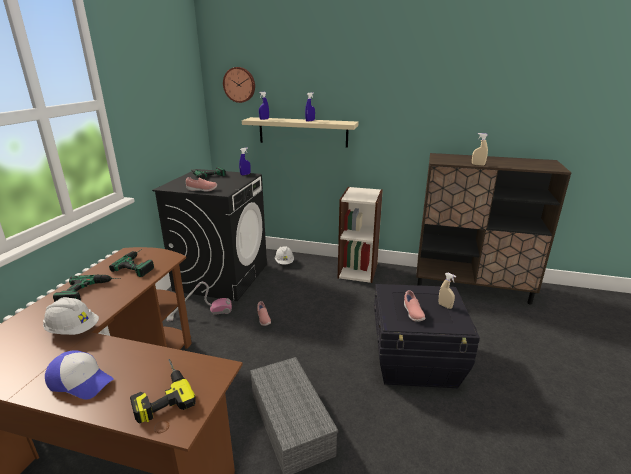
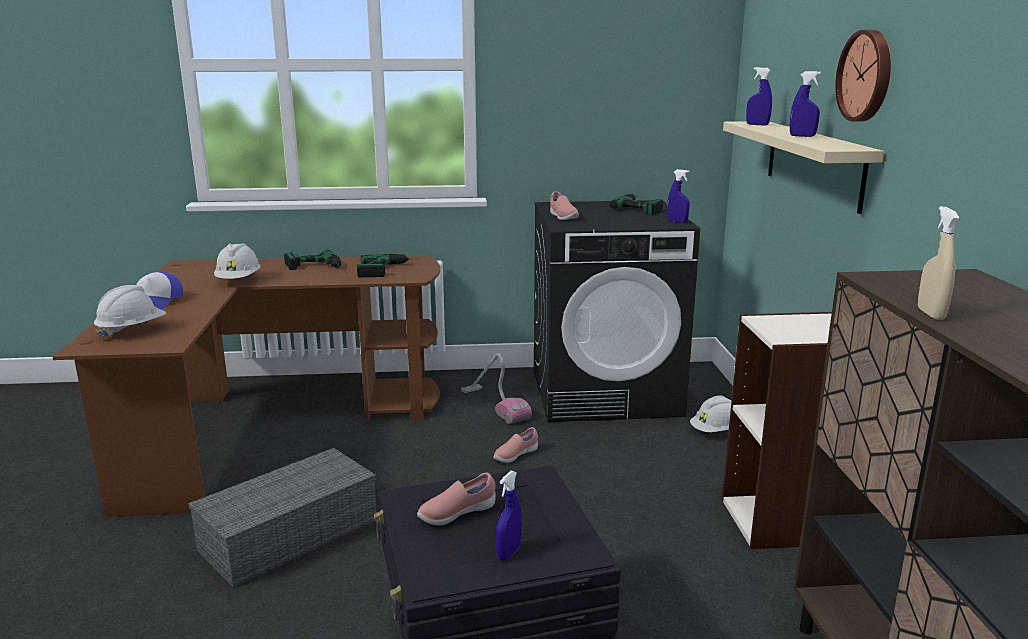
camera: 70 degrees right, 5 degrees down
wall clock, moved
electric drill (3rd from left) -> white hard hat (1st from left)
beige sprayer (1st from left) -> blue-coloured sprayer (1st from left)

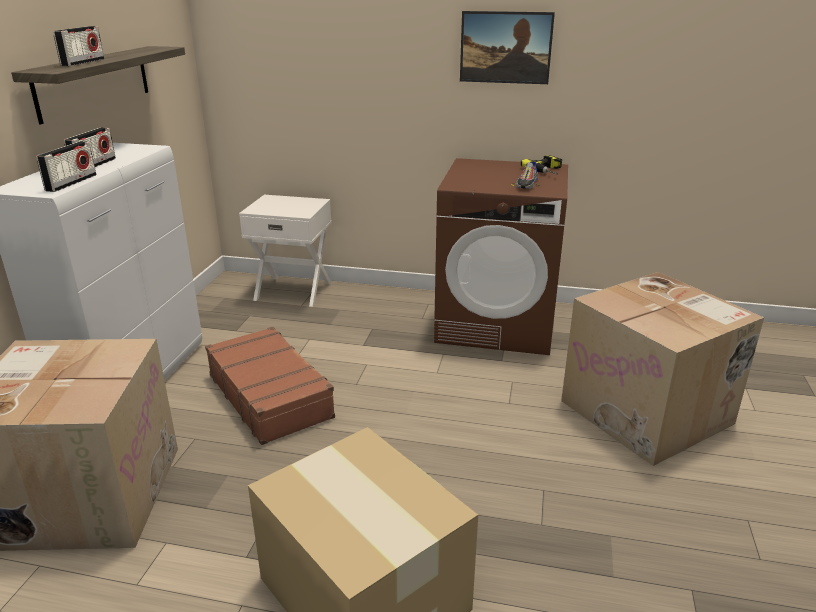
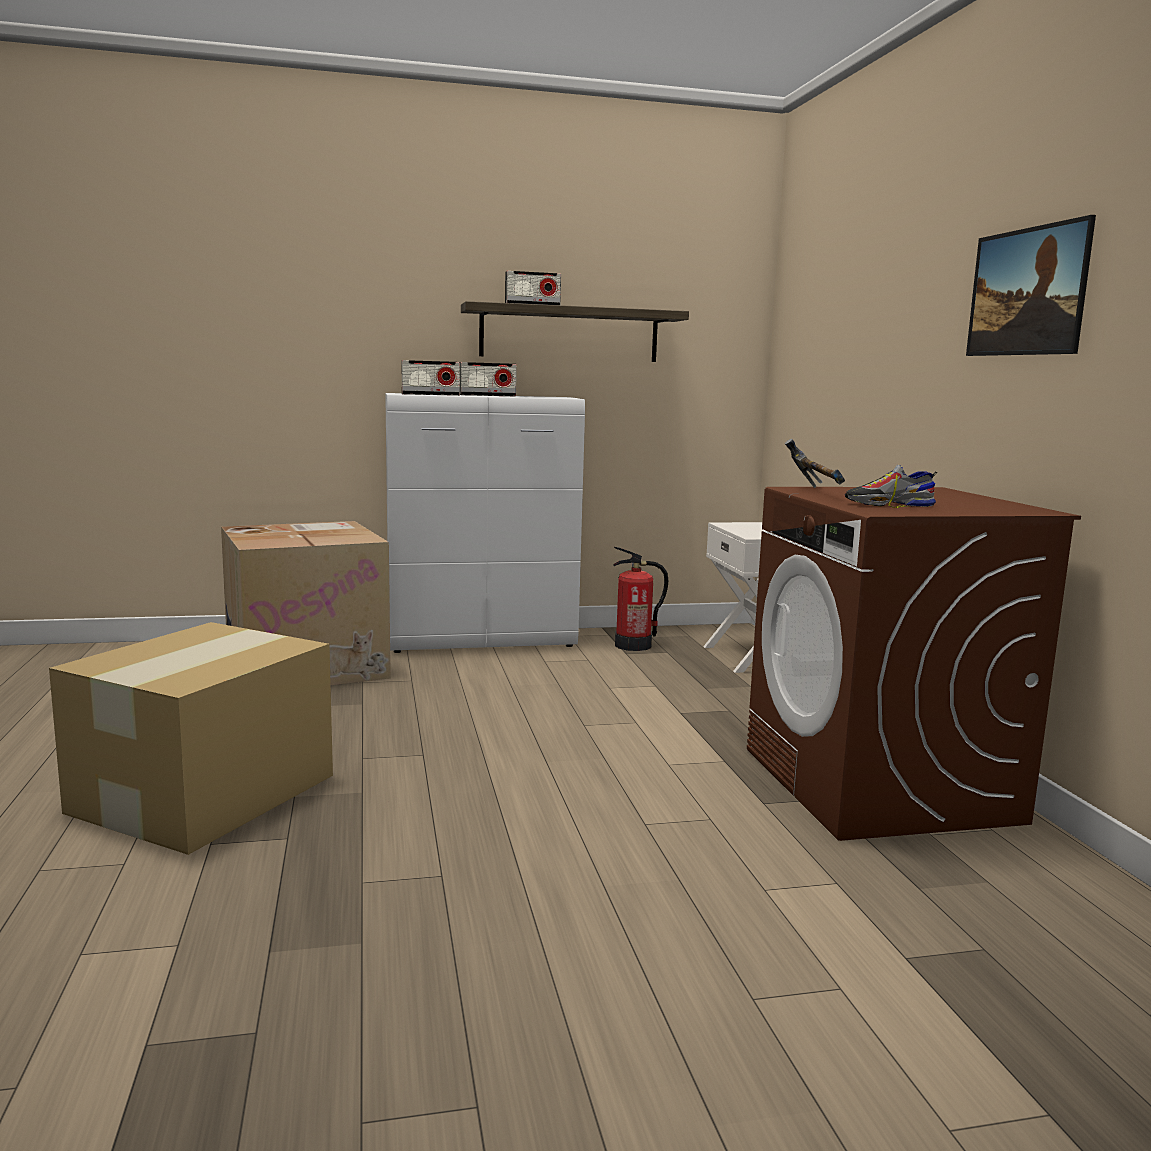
camera: 65 degrees right, 15 degrees down
brown-coloured suitcase -> none
electric drill -> none
carton (3rd from left) -> none
none -> fire-fighting cylinder
none -> hammer

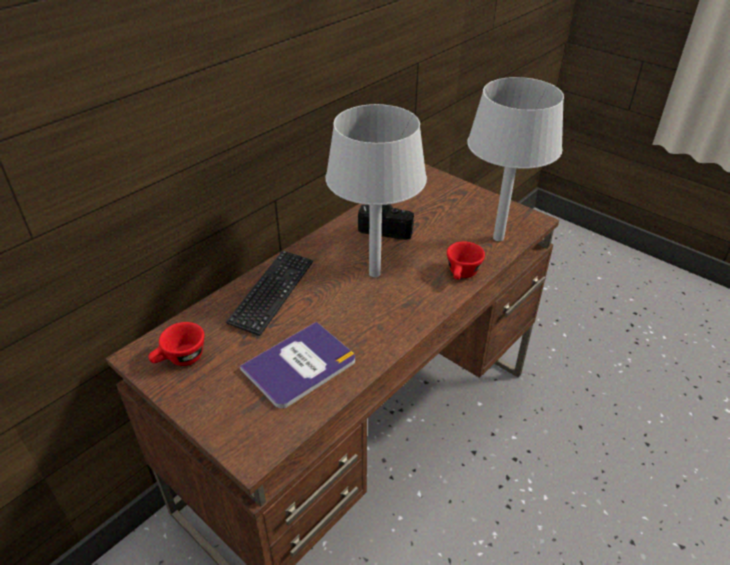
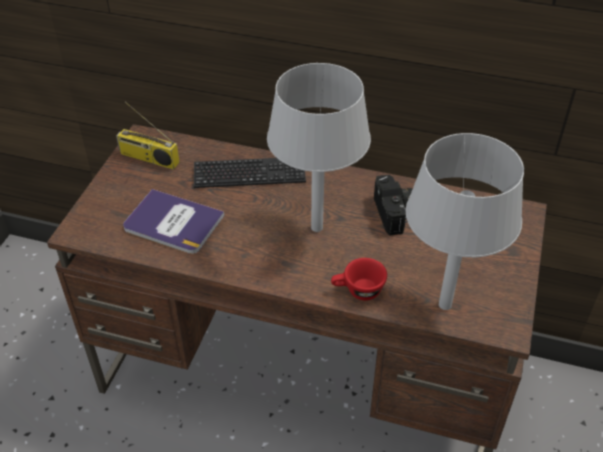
camera: 65 degrees right, 5 degrees up
red small cup (1st from left) -> radio set

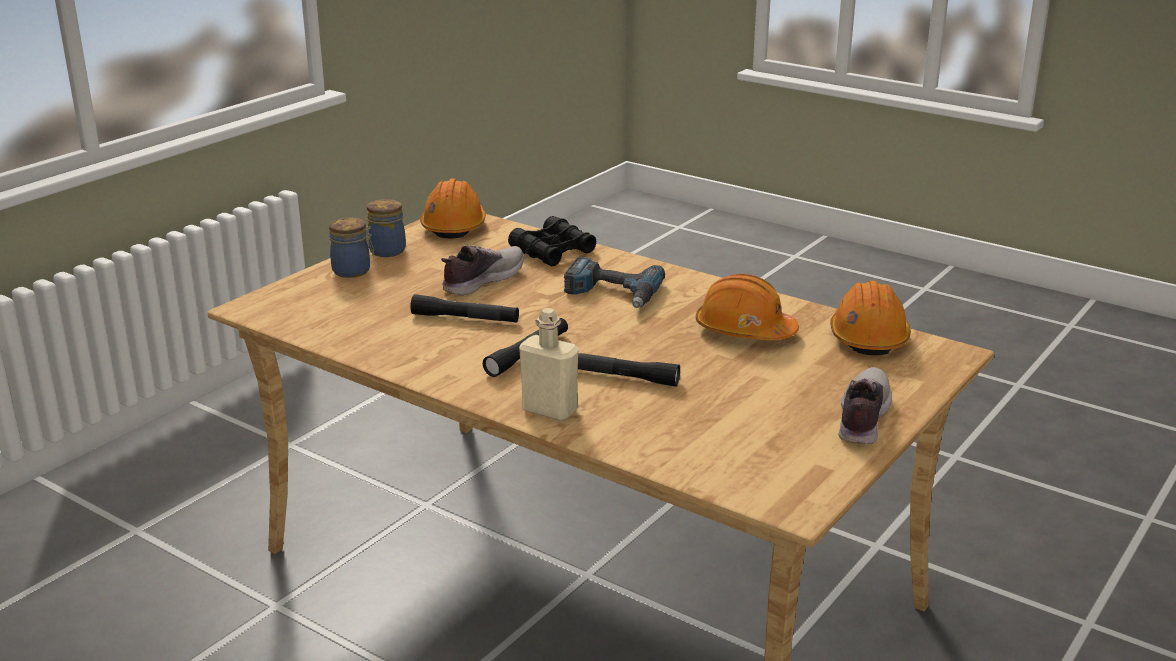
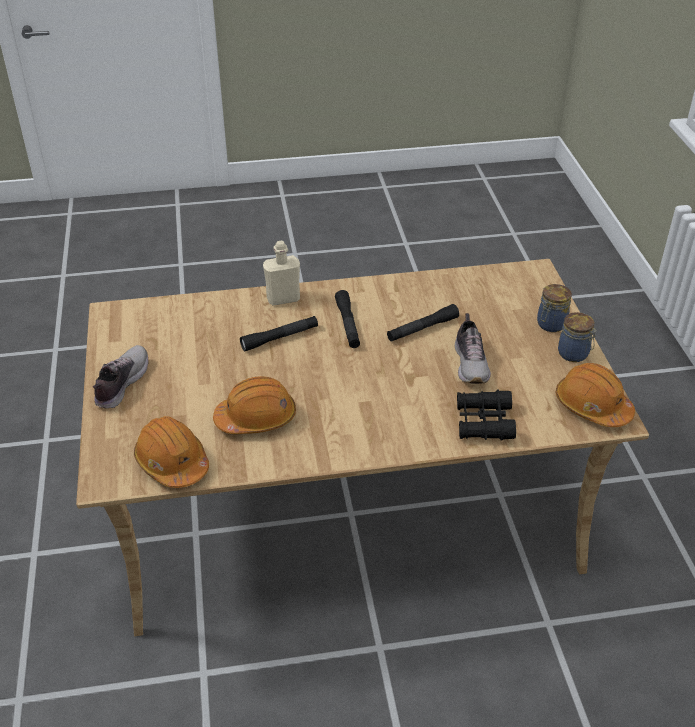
camera: 135 degrees right, 15 degrees up
electric drill -> none
shoe (2nd from left in the first image) -> shoe (1st from left), 135 degrees counterclockwise

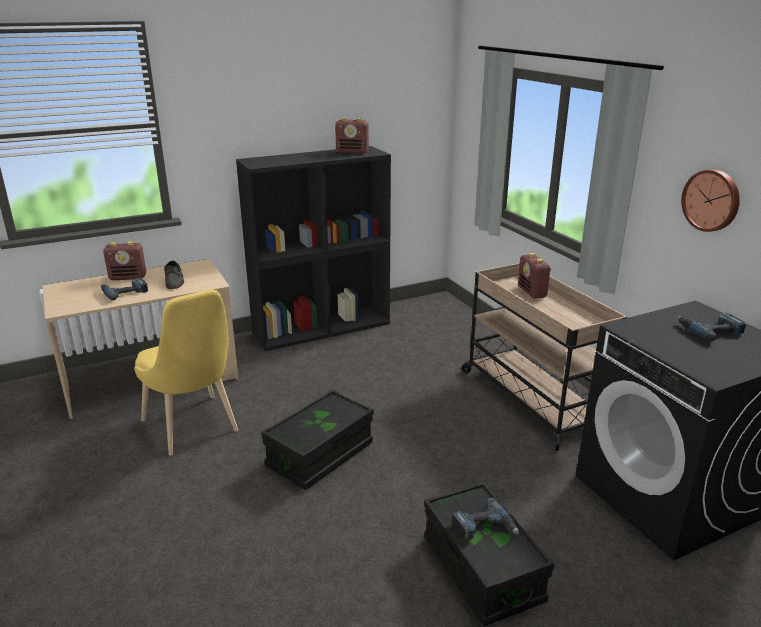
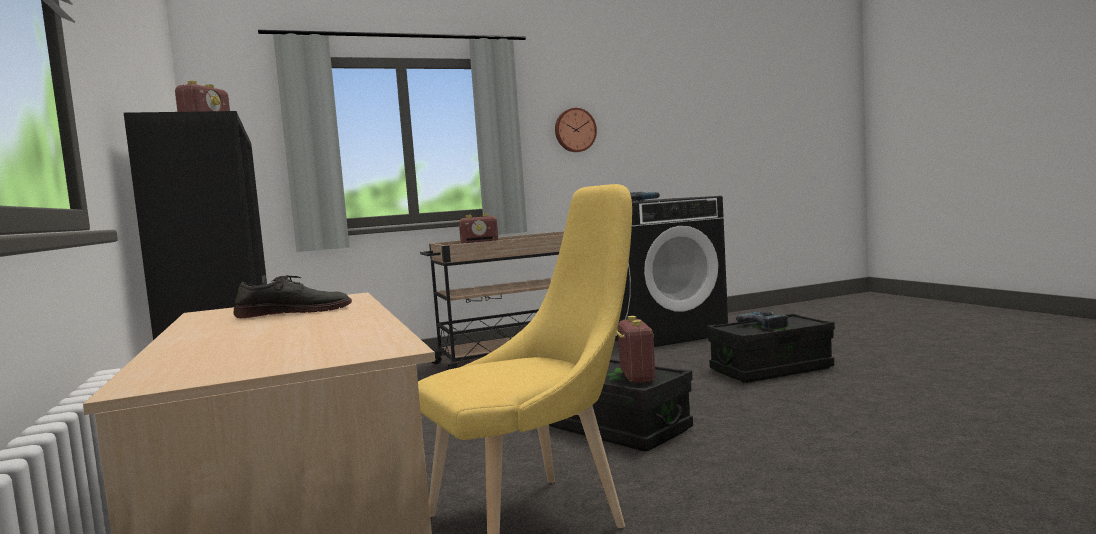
camera: 85 degrees left, 20 degrees down
electric drill (1st from left) -> none
radio set (1st from left in the first image) -> radio set (3rd from left), moved

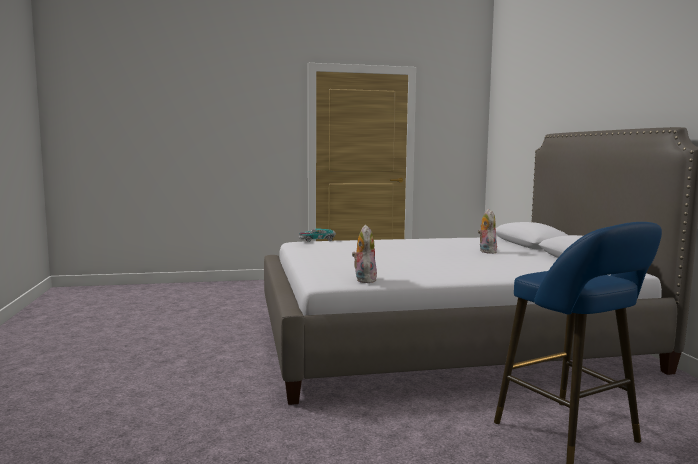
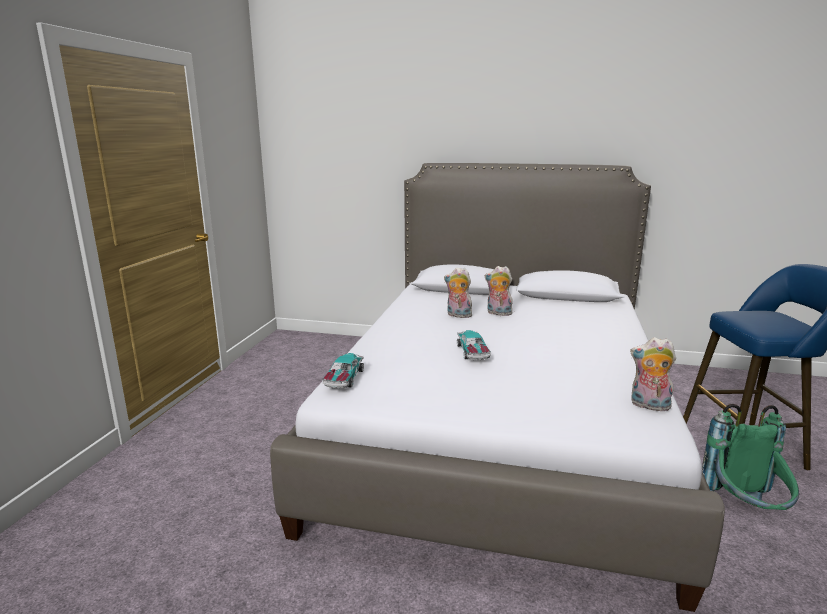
camera: 65 degrees left, 10 degrees up
none -> cuddly toy (1st from left)
none -> miniature car (2nd from left)
none -> green rucksack

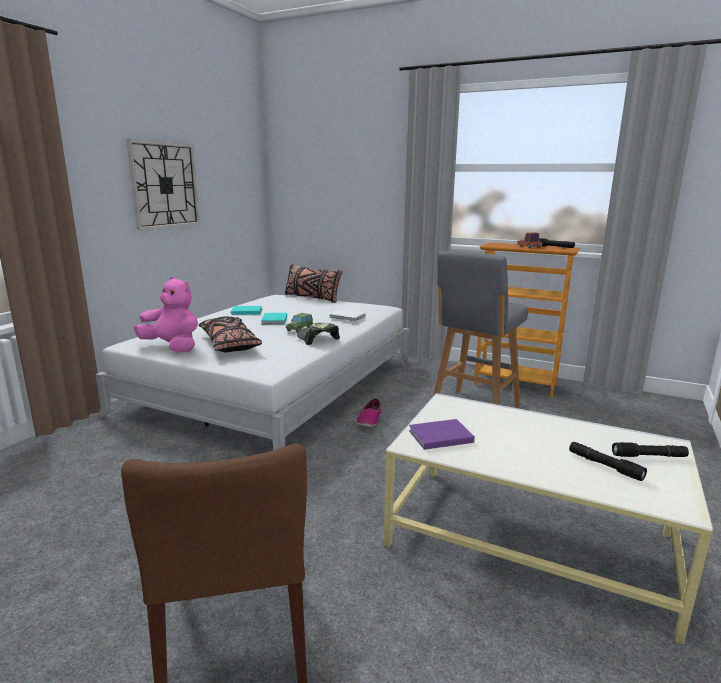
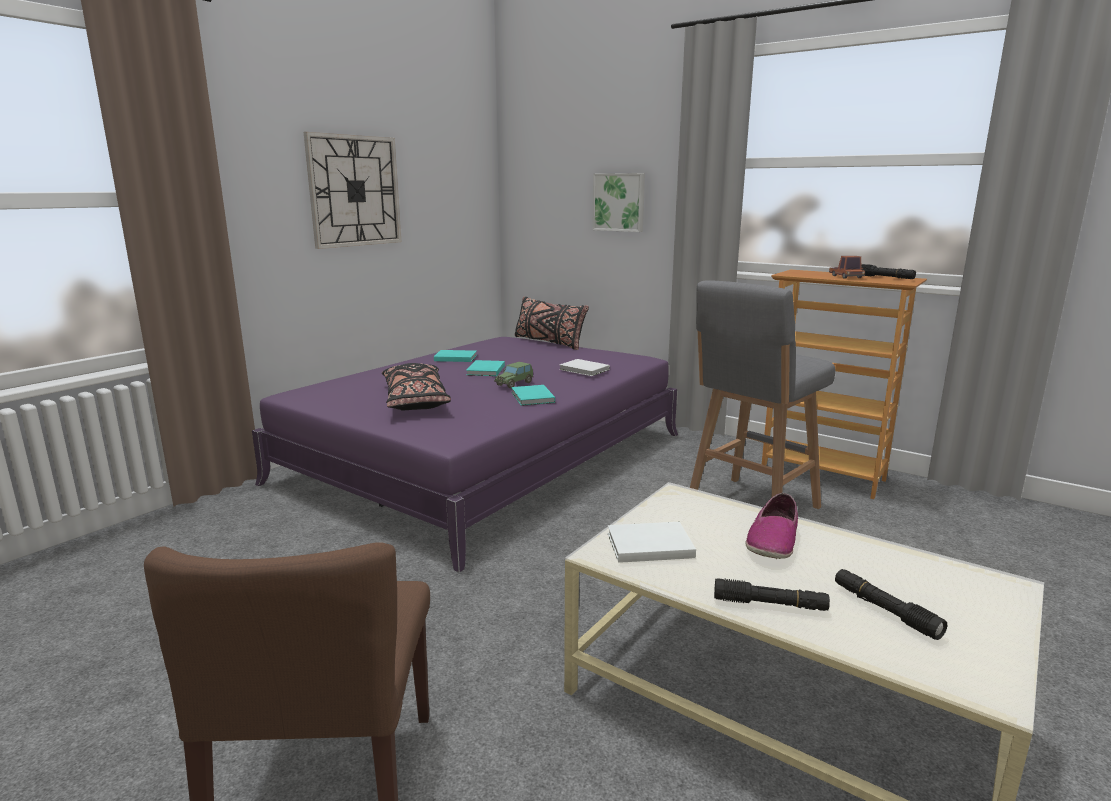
camera: 10 degrees right, 0 degrees up
pink-coloured cuddly toy -> none
none -> wall art
shoe, moved
black-coloured hand torch (3rd from left in the first image) -> black-coloured hand torch (1st from left), moved
cap -> turquoise-coloured bound book (3rd from left)
white bed -> purple bed
purple bound book -> white bound book (2nd from left)

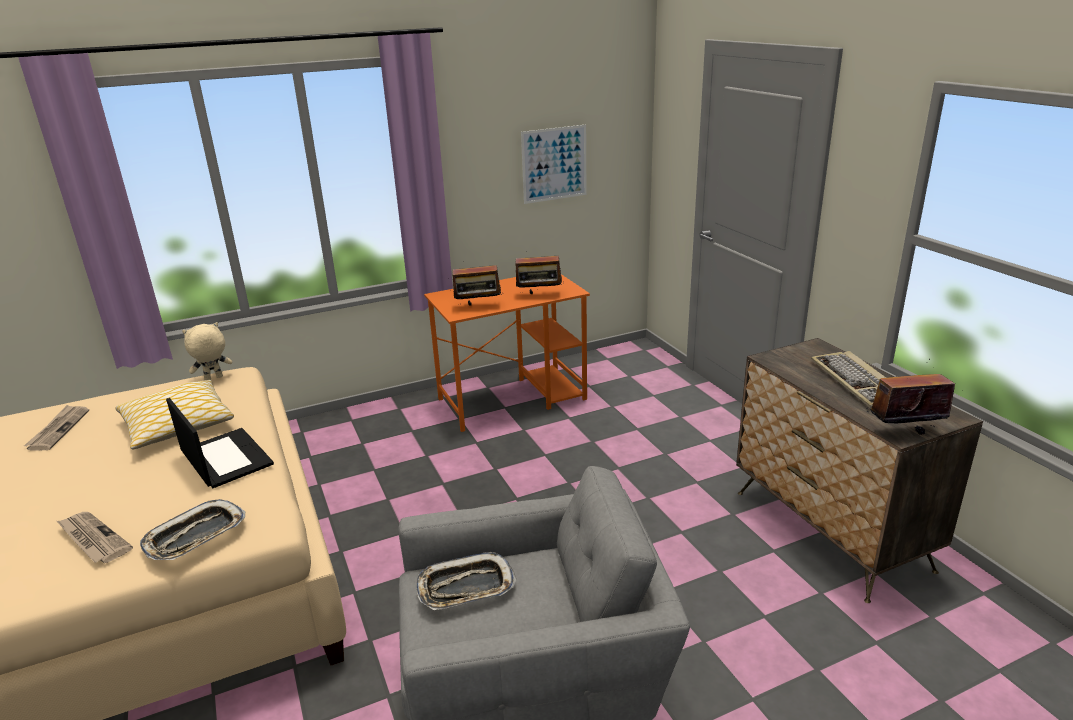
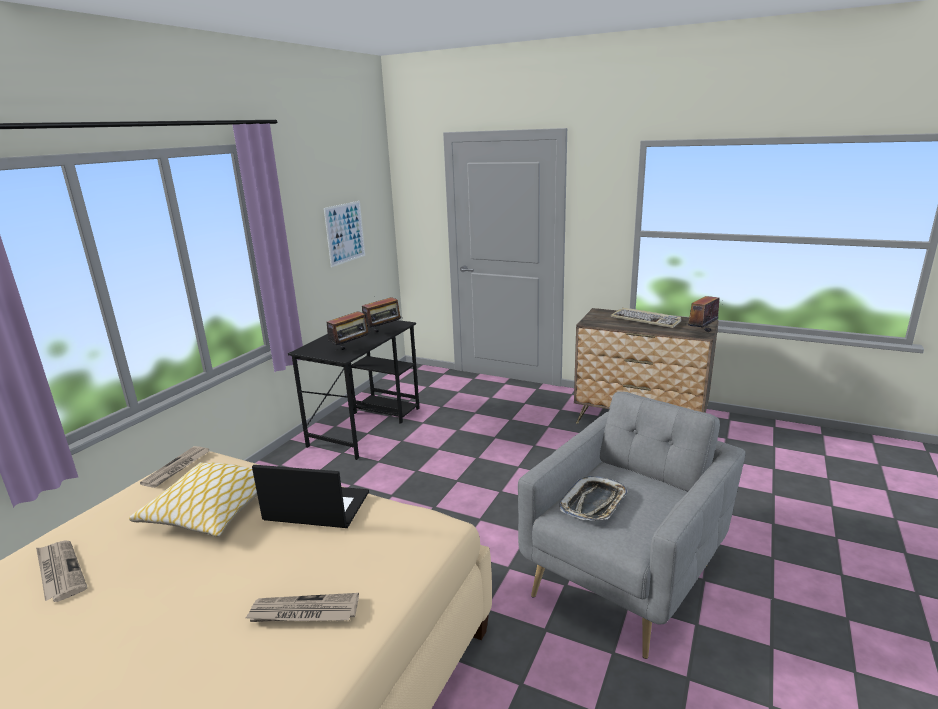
camera: 40 degrees left, 5 degrees down
carrying tray (1st from left) -> none
beige cuddly toy -> printed paper (2nd from left)
orange-coloured desk -> black-coloured desk

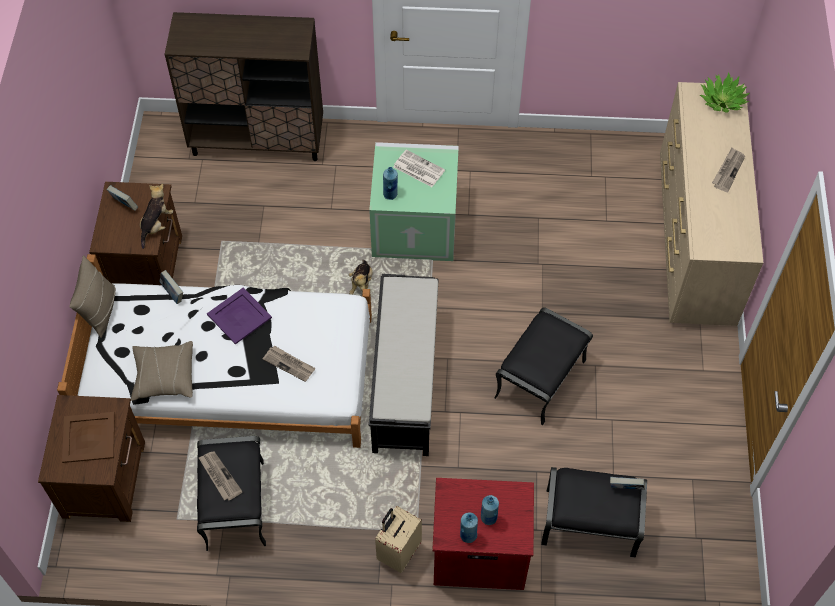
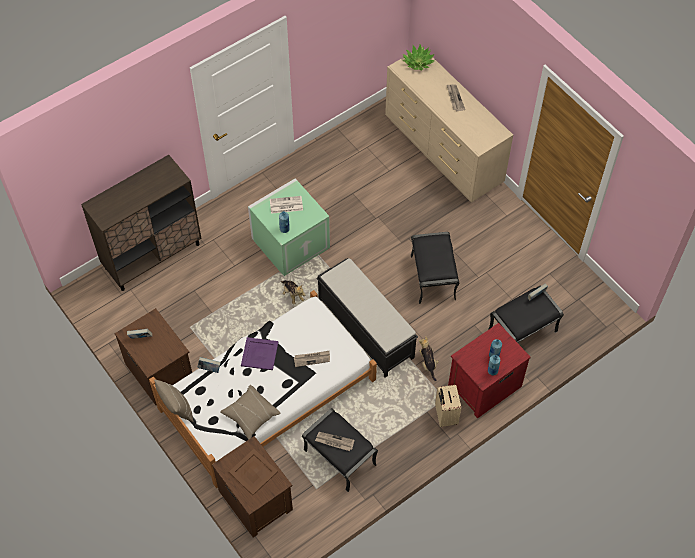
camera: 40 degrees left, 0 degrees up
cuddly toy (1st from left in the first image) -> cuddly toy (2nd from left), moved

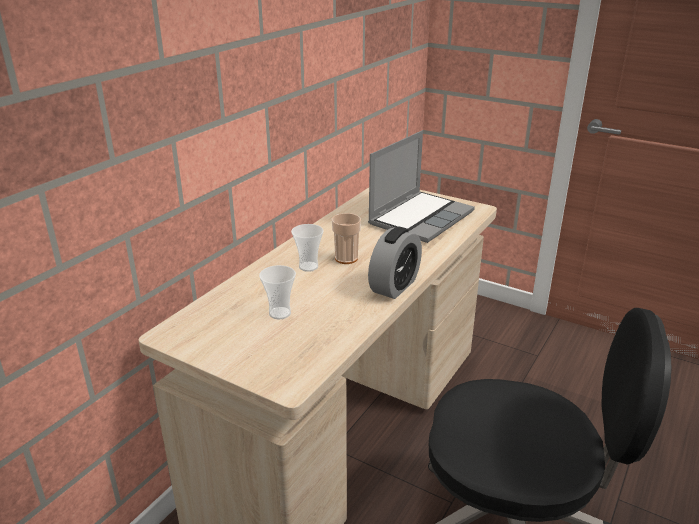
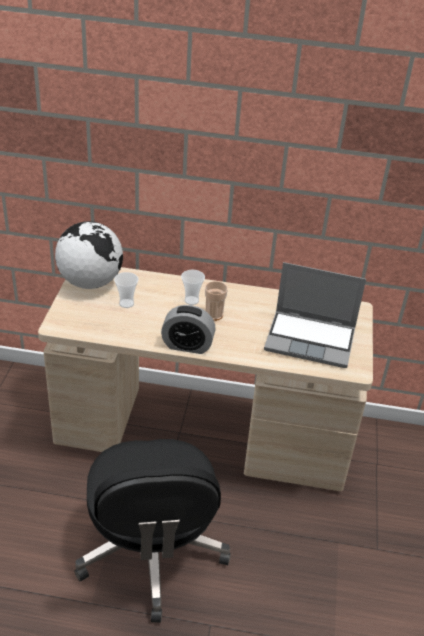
camera: 65 degrees right, 10 degrees up
none -> world globe

